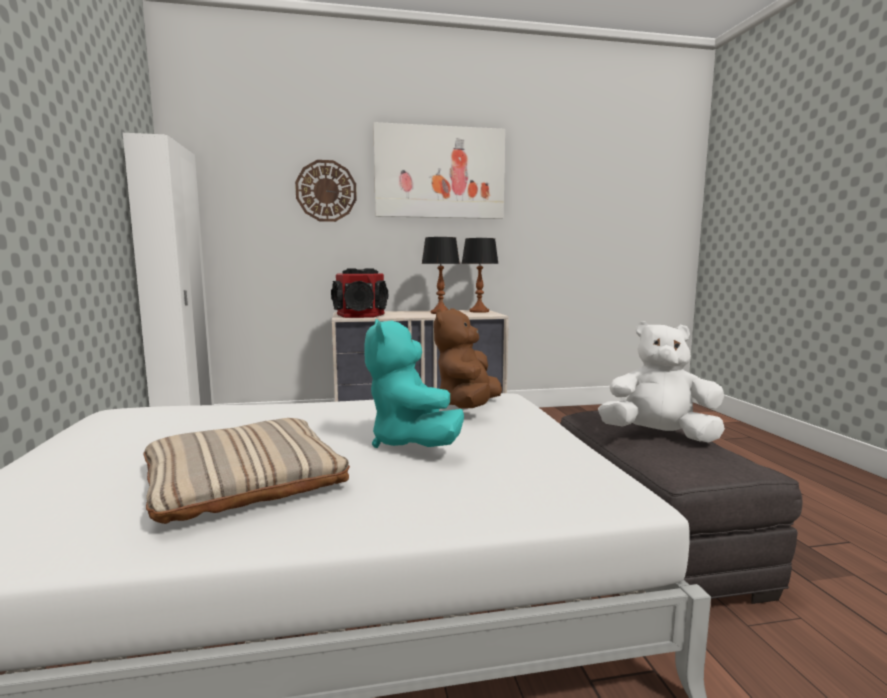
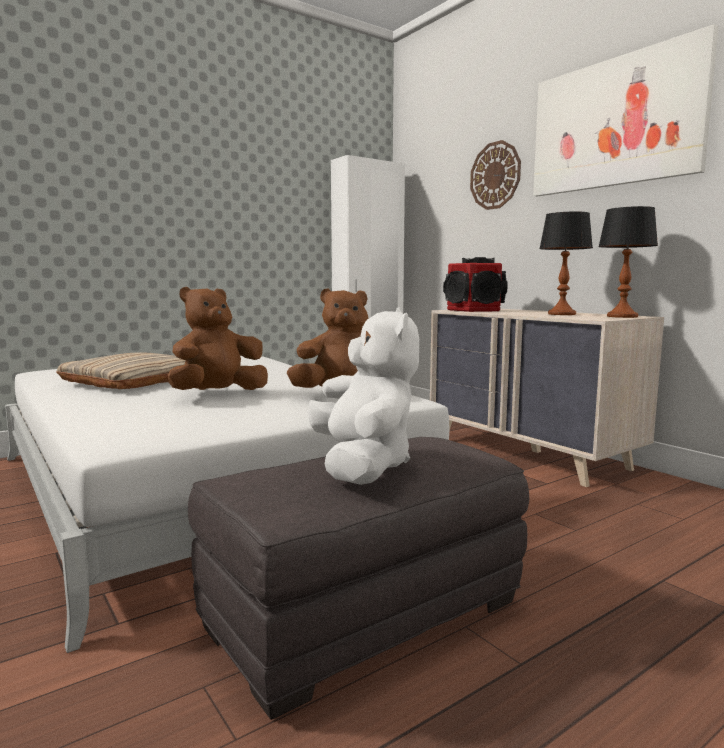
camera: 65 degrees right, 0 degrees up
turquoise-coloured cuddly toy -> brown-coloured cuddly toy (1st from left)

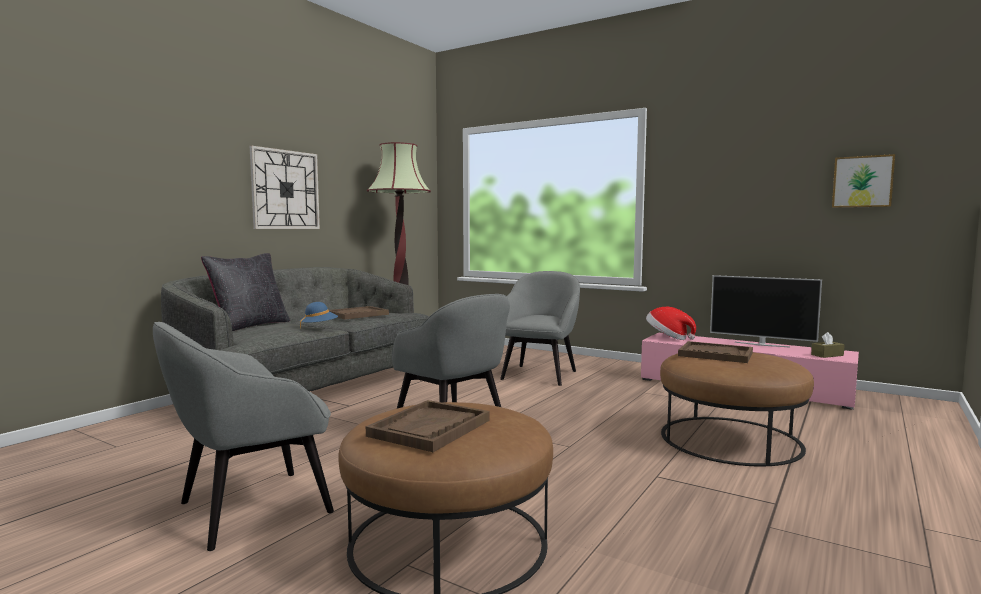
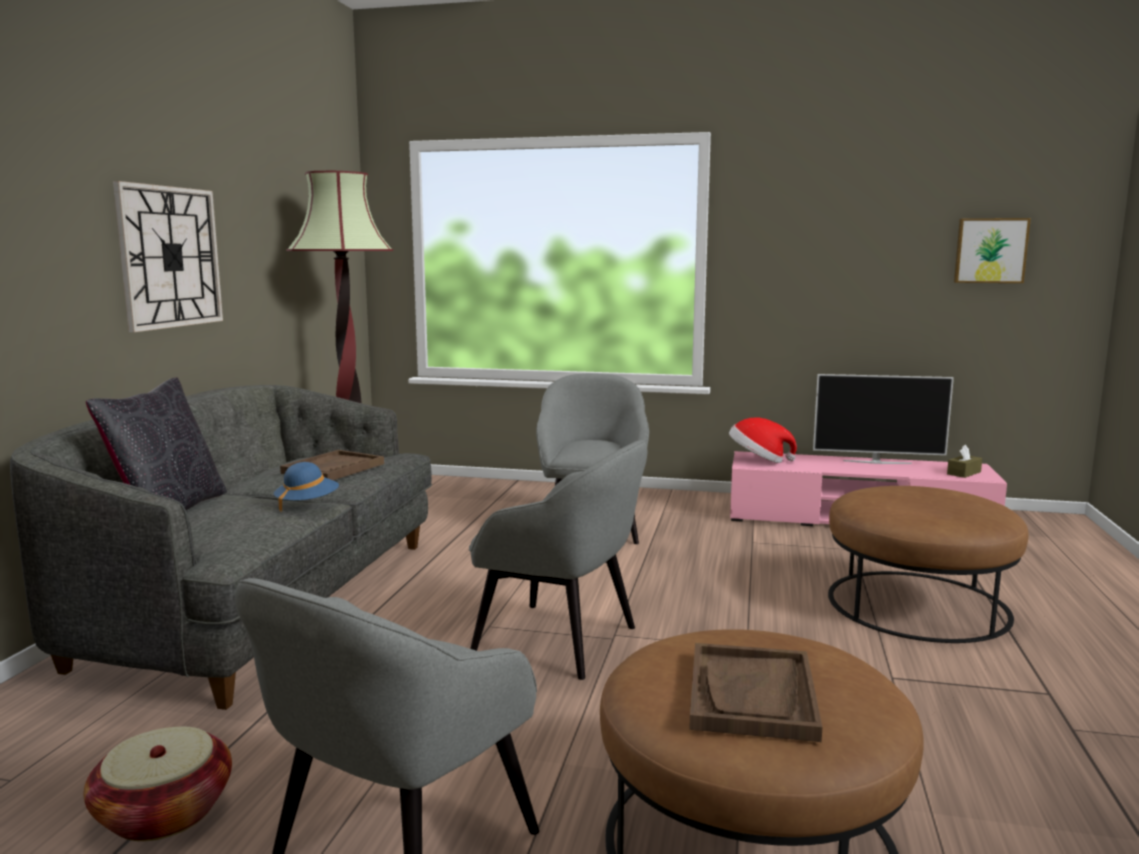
camera: 20 degrees left, 5 degrees up
brown-coloured carrying tray (3rd from left) -> none
none -> storage basket

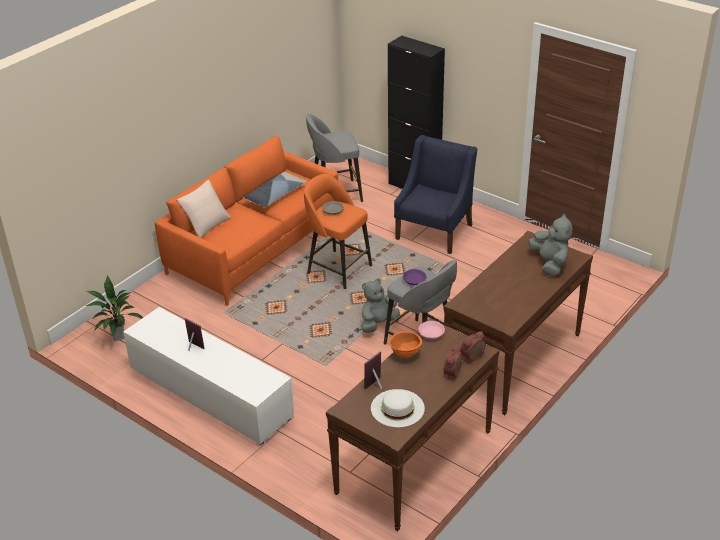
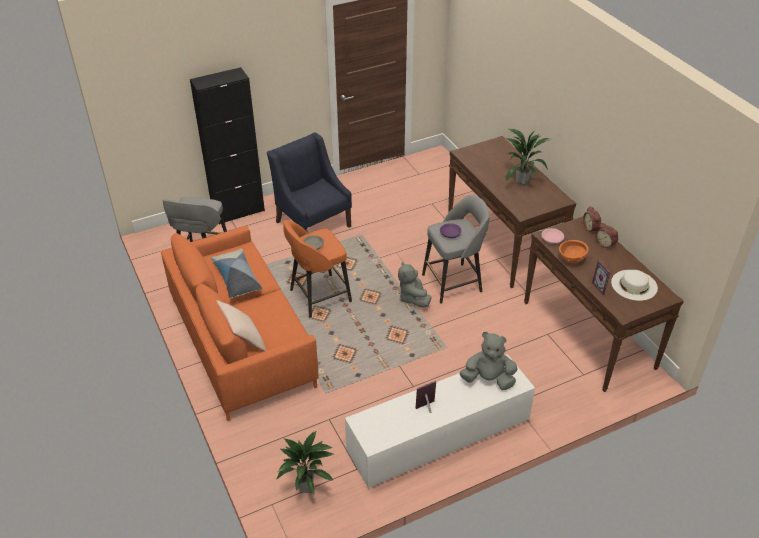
camera: 65 degrees left, 5 degrees up
none -> plant in a pot (2nd from left)
grey cuddly toy (2nd from left), moved

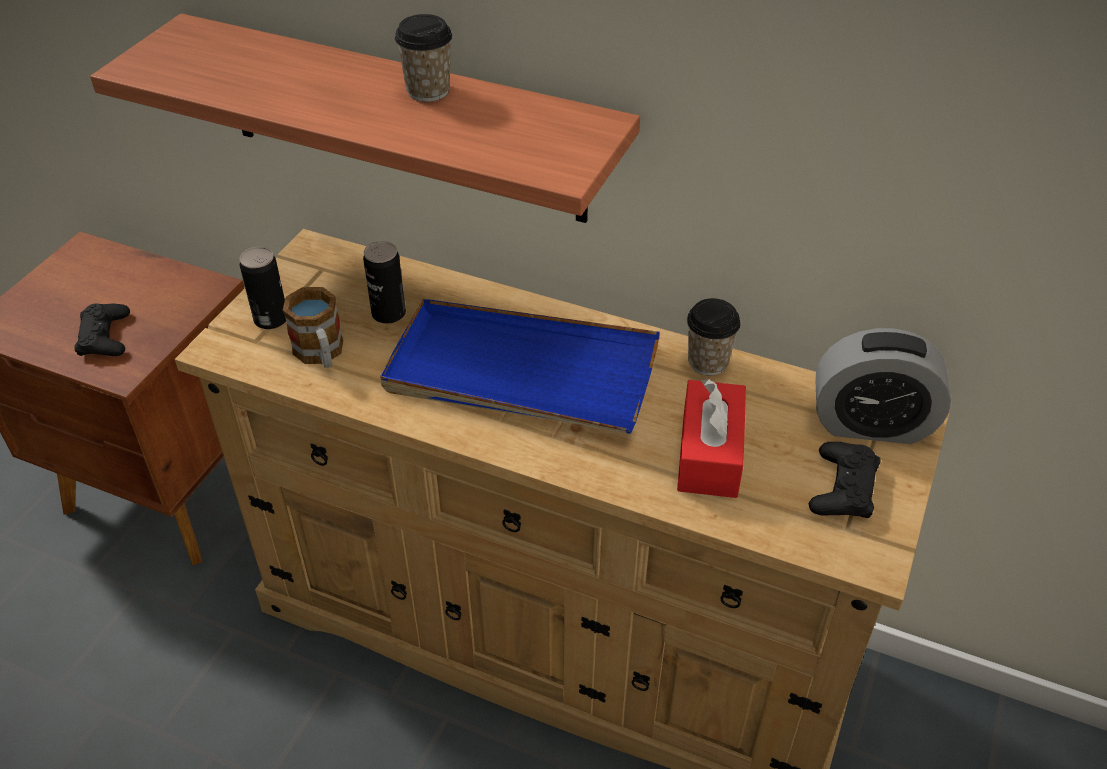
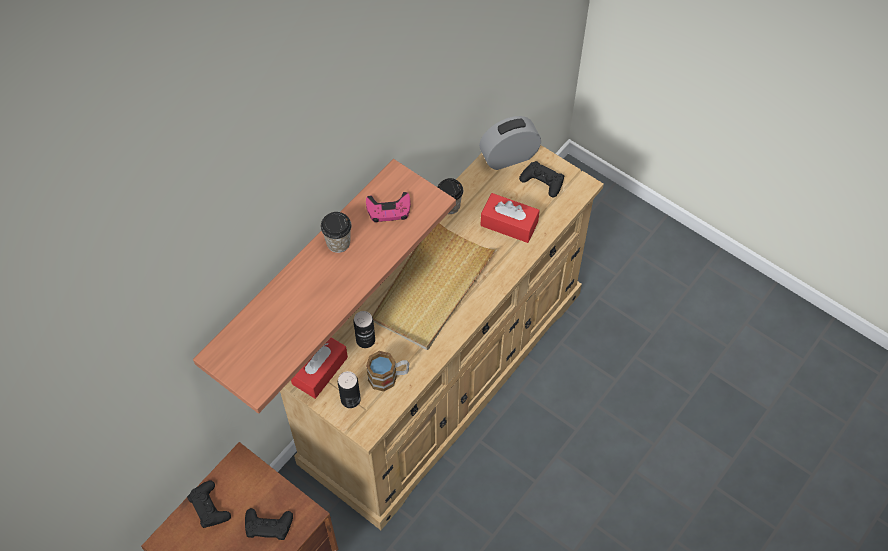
camera: 75 degrees left, 15 degrees up
none -> black-coloured joypad (1st from left)
none -> red tissue box (1st from left)
none -> pink-coloured joypad
blue-coloured carrying tray -> beige carrying tray
bedside clock, 135 degrees counterclockwise

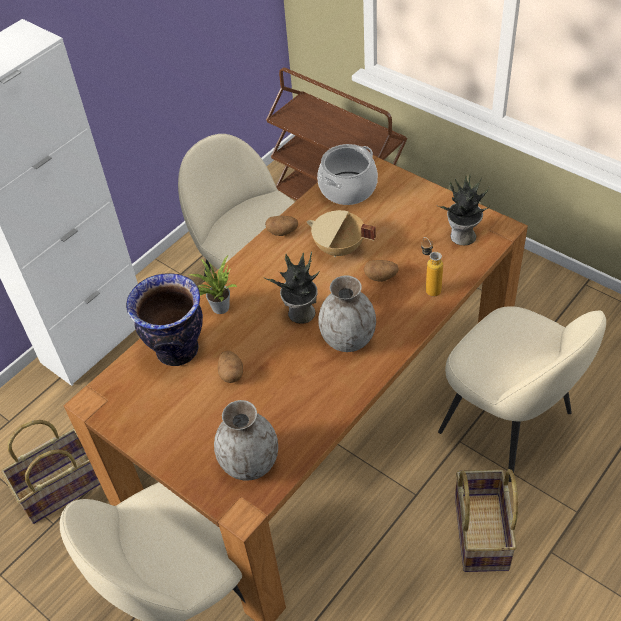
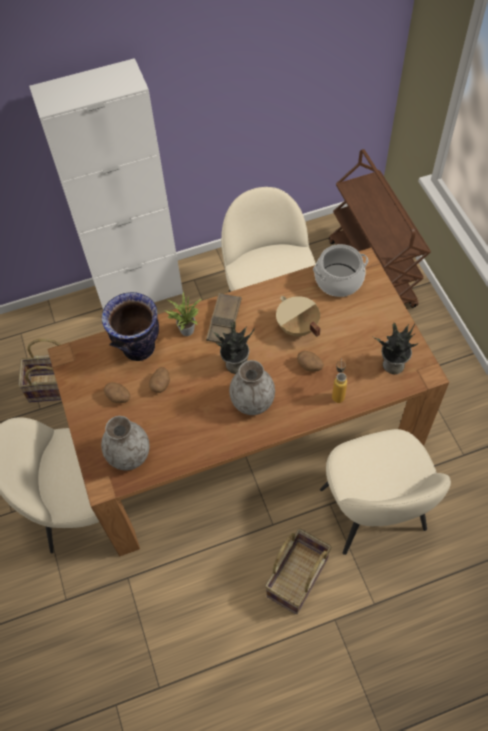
camera: 30 degrees right, 10 degrees up
none -> brown-coloured carrying tray
potato (2nd from left in the first image) -> potato (1st from left), moved

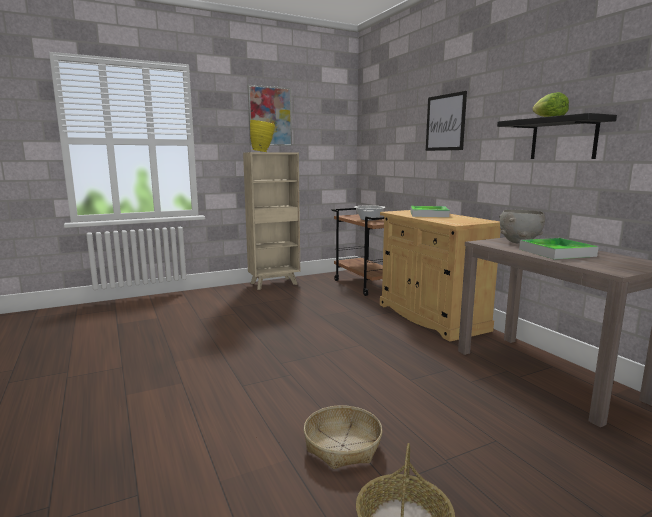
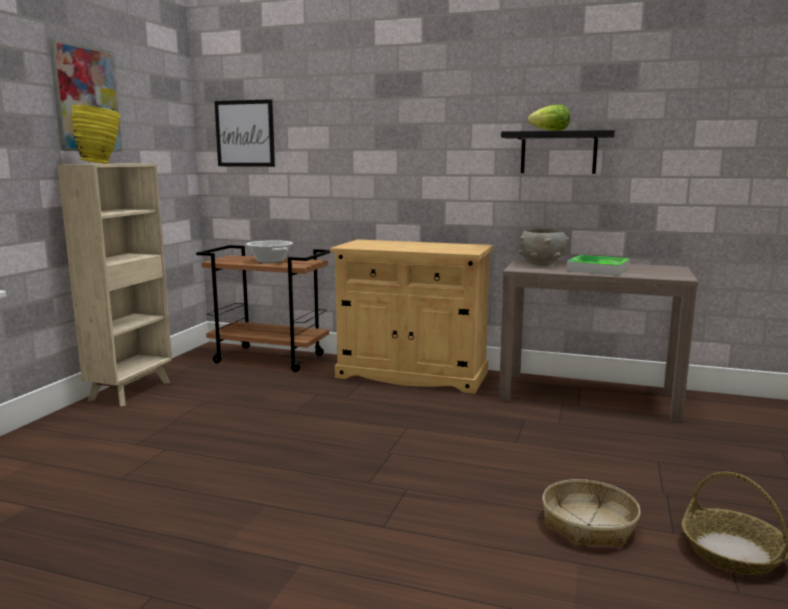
camera: 45 degrees left, 0 degrees up
carrying tray (1st from left) -> none
wall art (2nd from left), moved

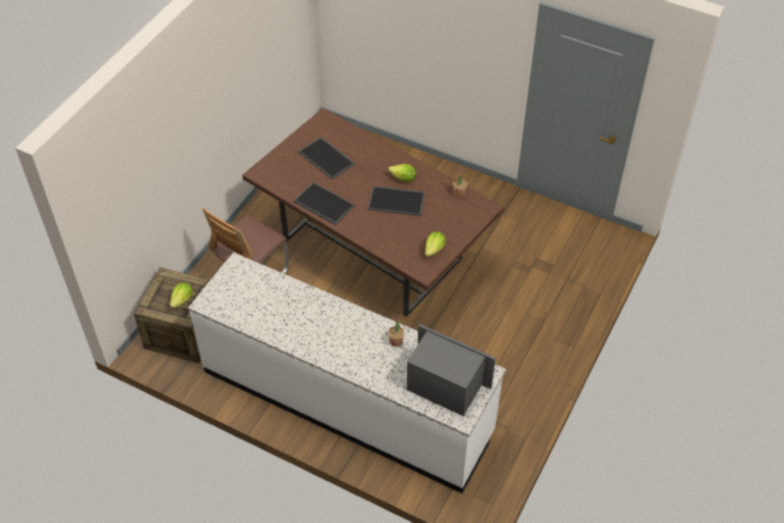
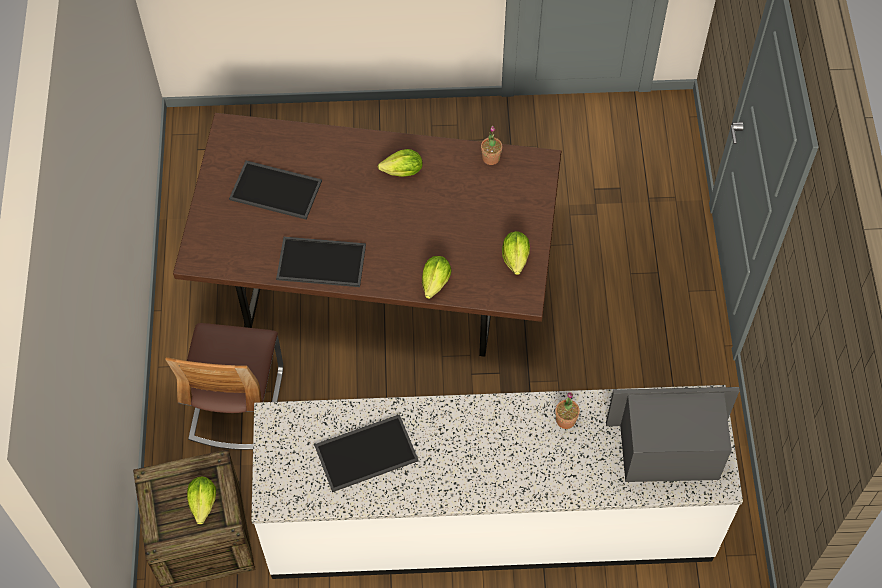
camera: 30 degrees left, 10 degrees up
none -> head of lettuce (3rd from left)
carrying tray (3rd from left), moved

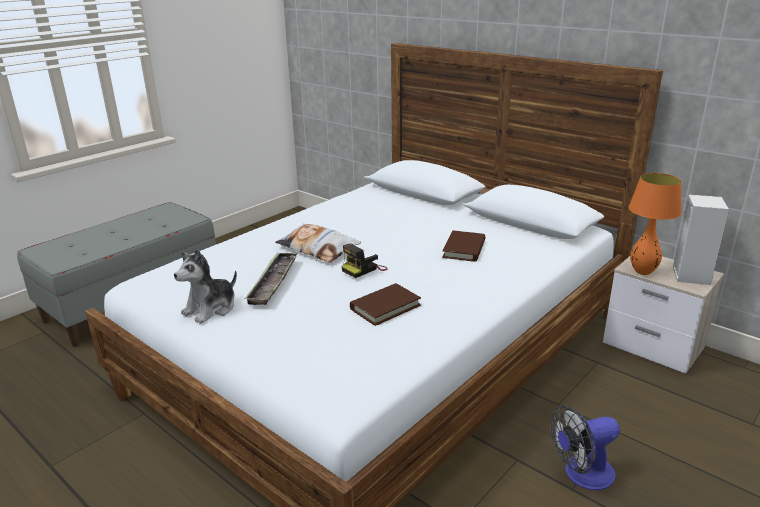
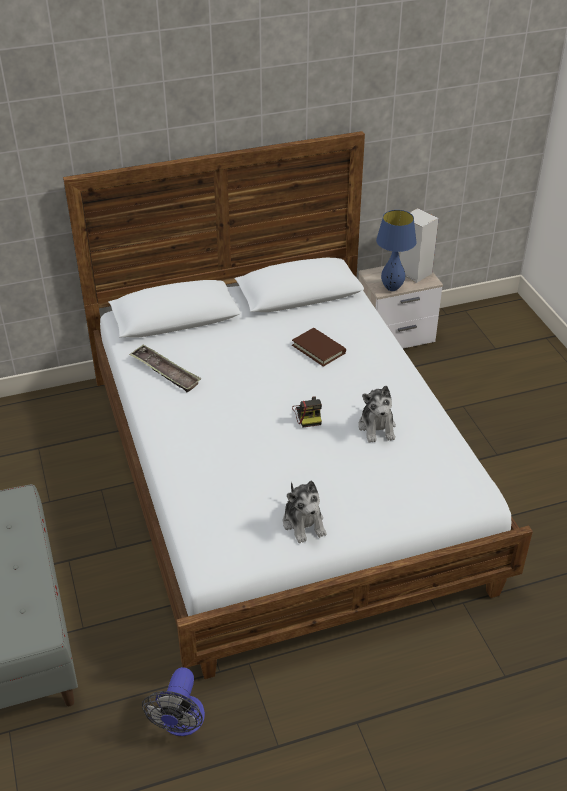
camera: 60 degrees left, 15 degrees up
pillow -> none
carrying tray, moved
cooling fan, moved
brown-coloured bound book (1st from left) -> cuddly toy (2nd from left)
orange-coloured tabletop lamp -> blue-coloured tabletop lamp

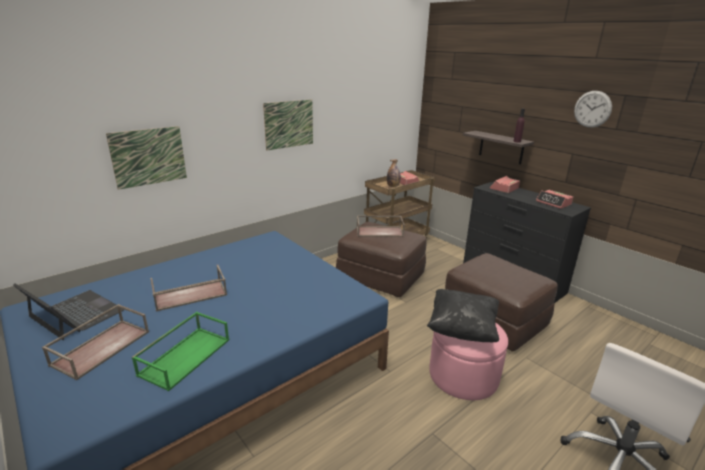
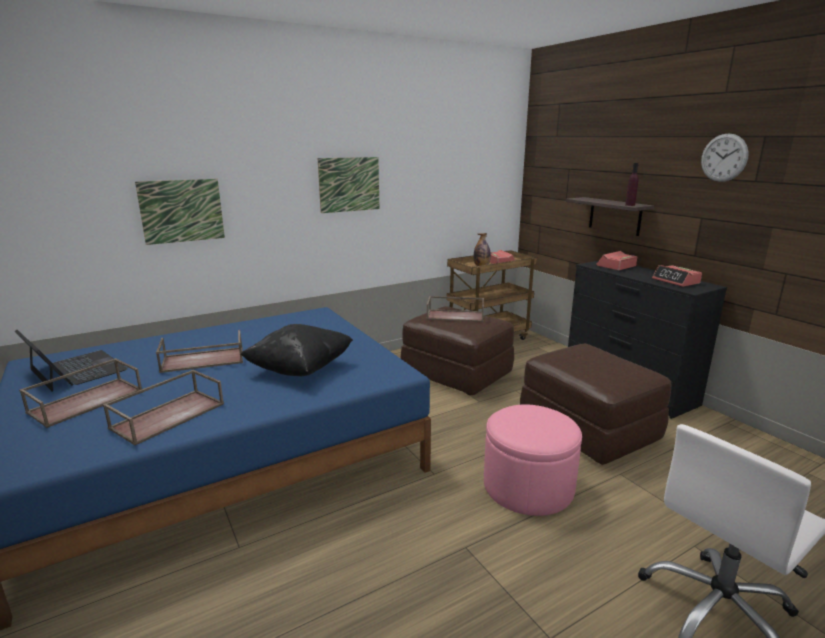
camera: 10 degrees right, 5 degrees down
black-coloured pillow, moved
green carrying tray -> brown-coloured carrying tray (2nd from left)

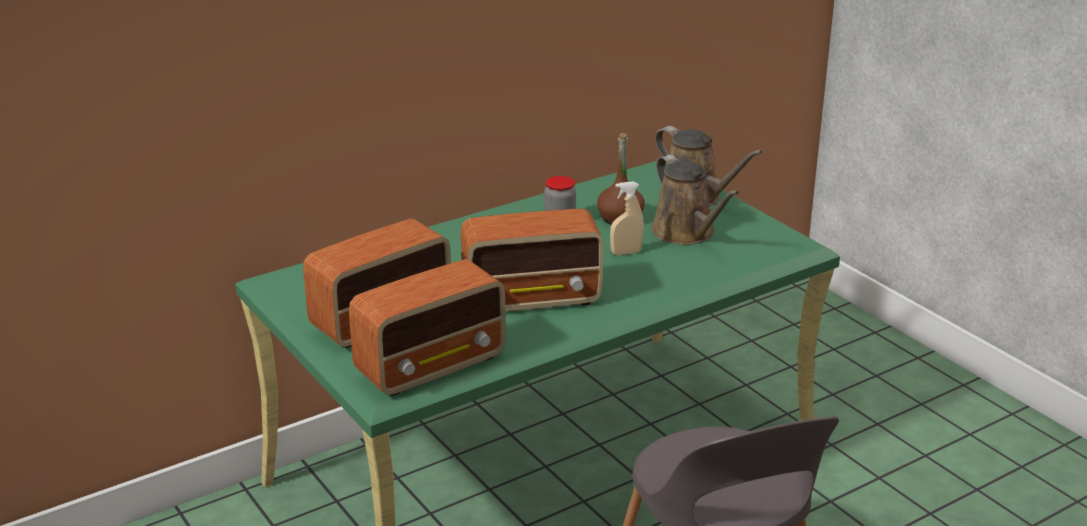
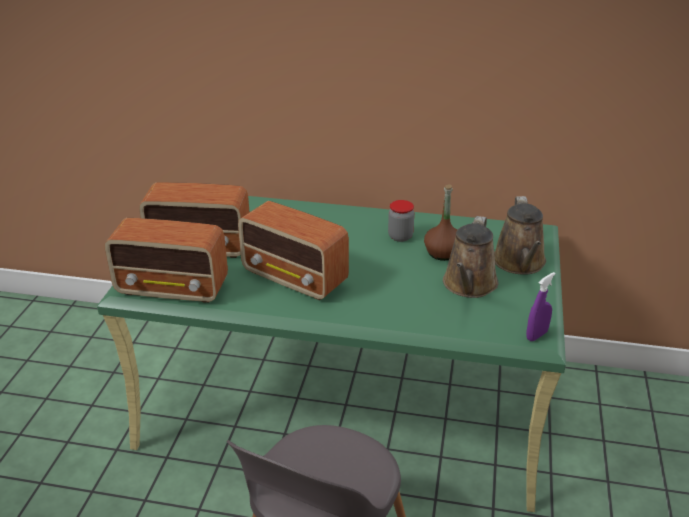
camera: 45 degrees right, 5 degrees up
beige sprayer -> none
none -> purple sprayer

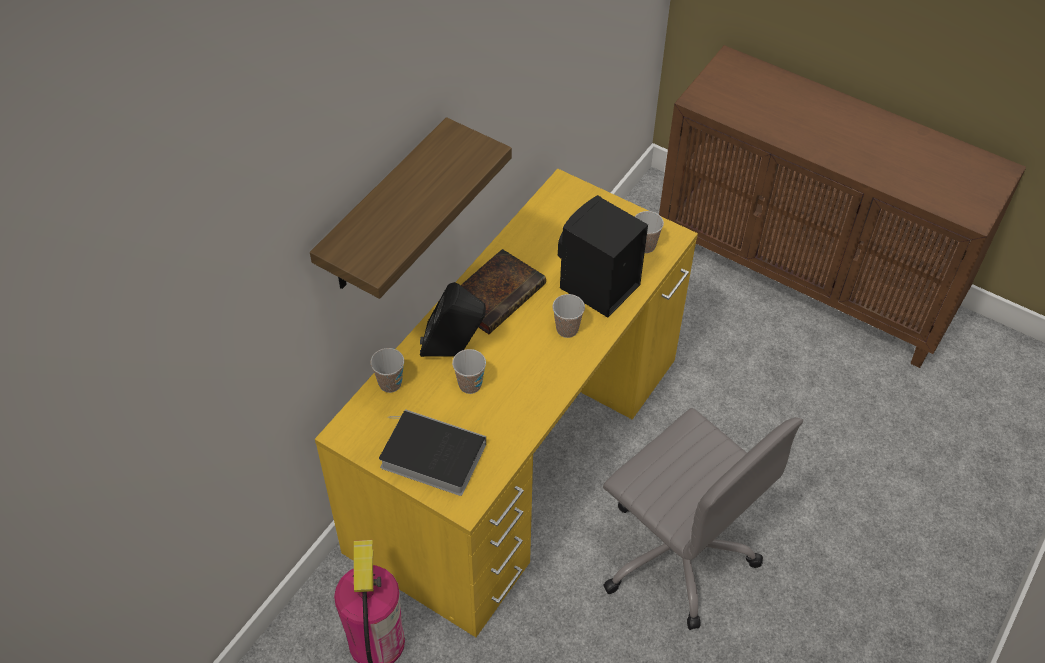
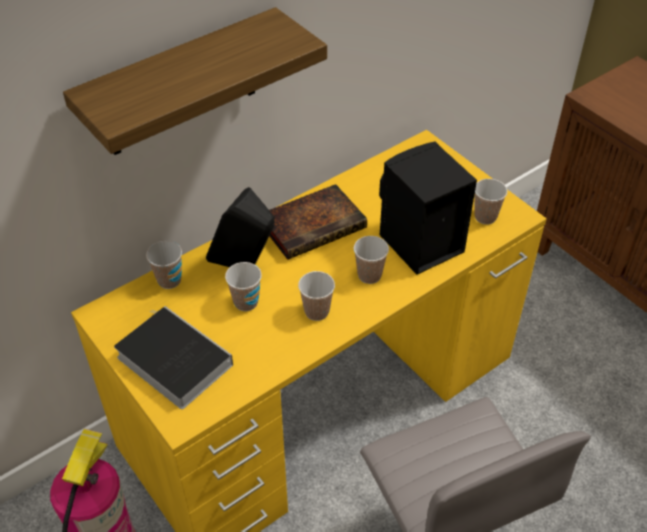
camera: 20 degrees right, 5 degrees down
none -> small cup (3rd from left)

